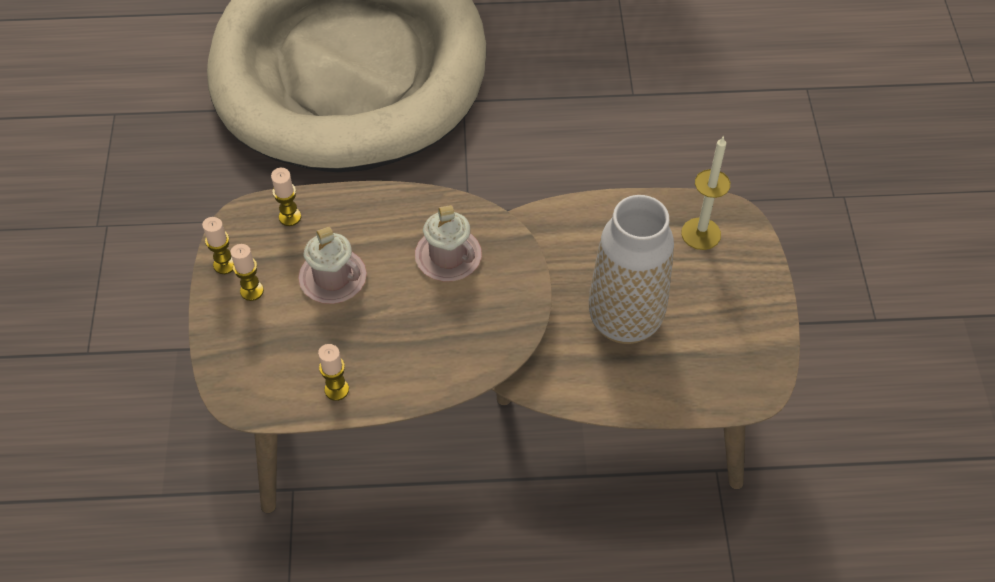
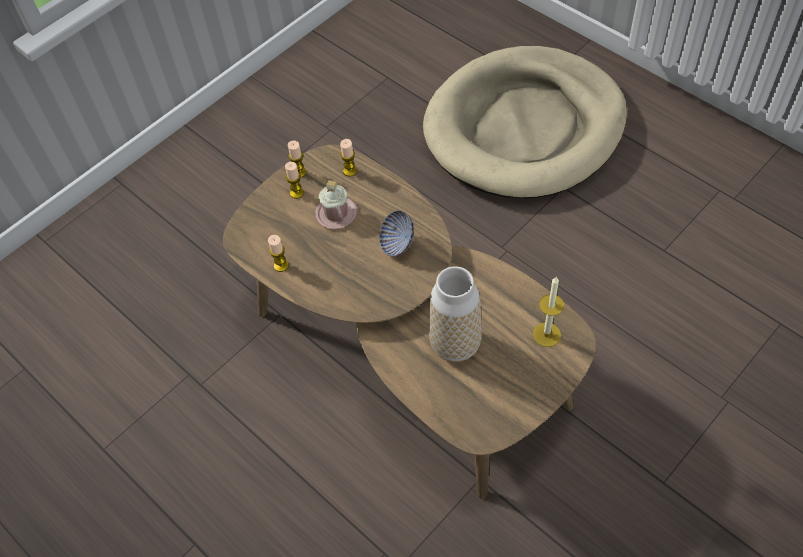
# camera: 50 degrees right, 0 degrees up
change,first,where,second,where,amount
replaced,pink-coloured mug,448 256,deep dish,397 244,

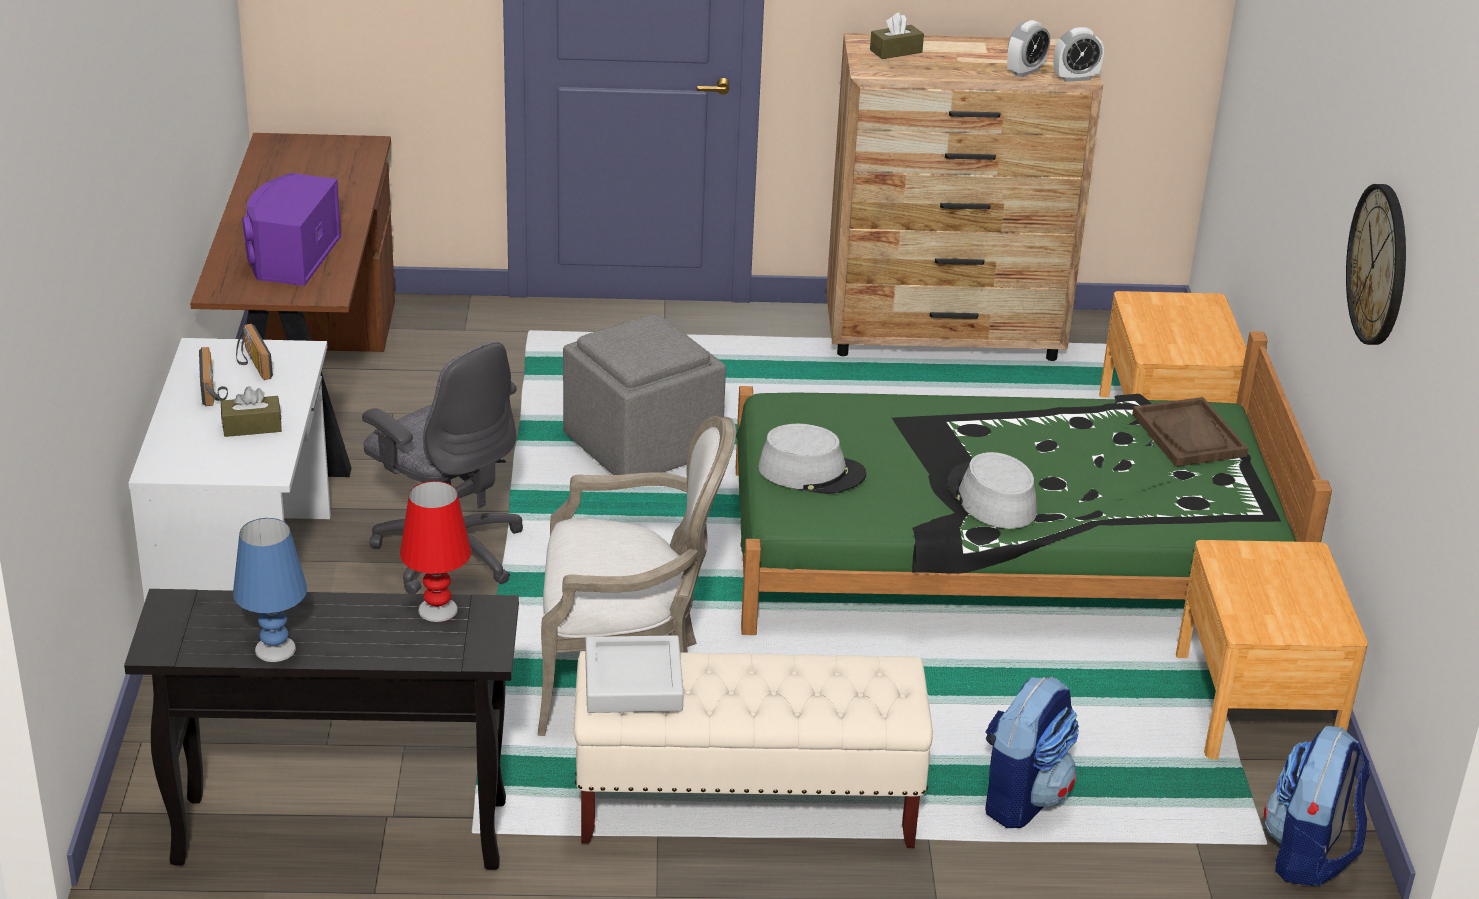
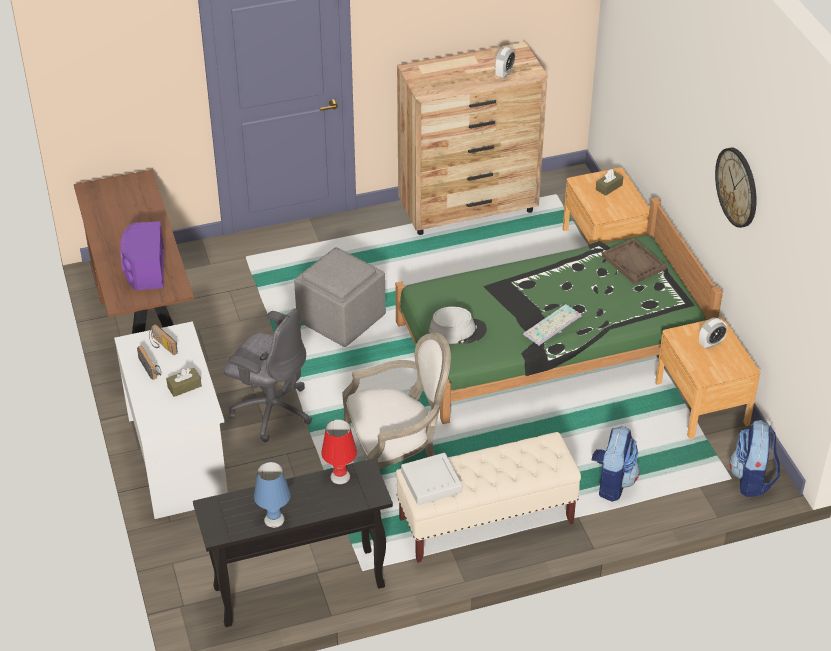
# camera: 15 degrees left, 10 degrees up
change,first,where,second,where,amount
moved,brown tissue holder,896 51,,609 187,
moved,bedside clock,1075 78,,711 343,
replaced,grey clothing hat,991 498,PC keyboard,552 326,

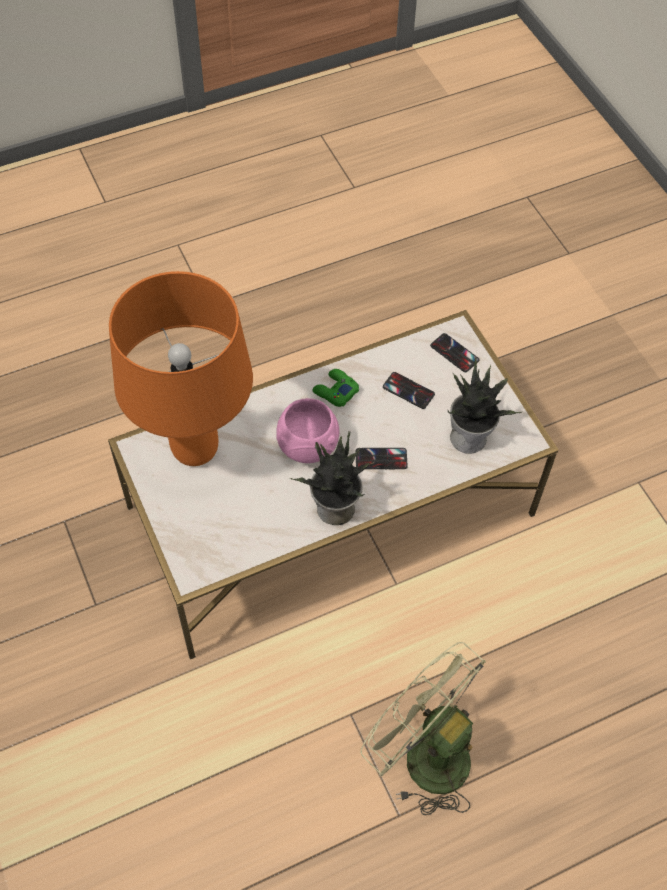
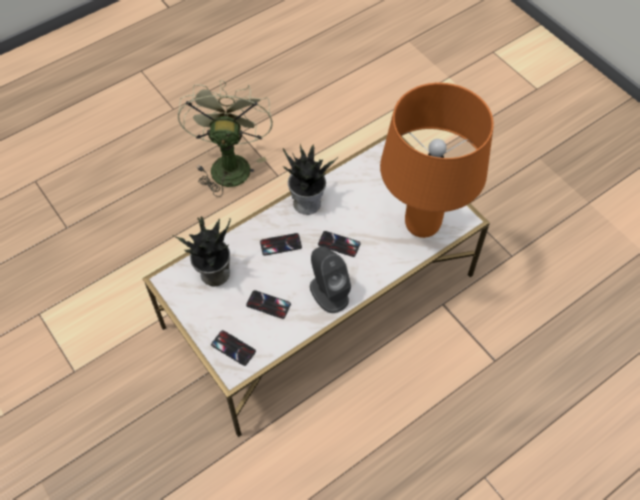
# camera: 170 degrees right, 0 degrees up
change,first,where,second,where,amount
replaced,green joypad,335 391,grey audio speaker,328 292,
replaced,pink-coloured deep dish,307 446,phone,339 244,
turned,green electric fan,423 753,,229 163,120 degrees counterclockwise

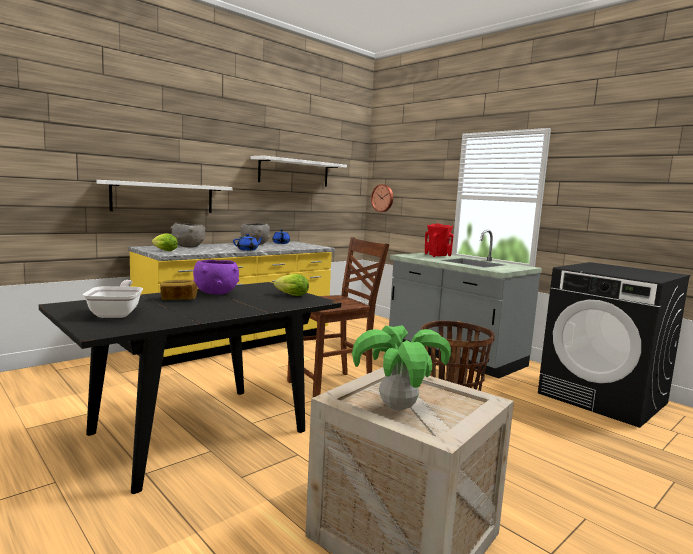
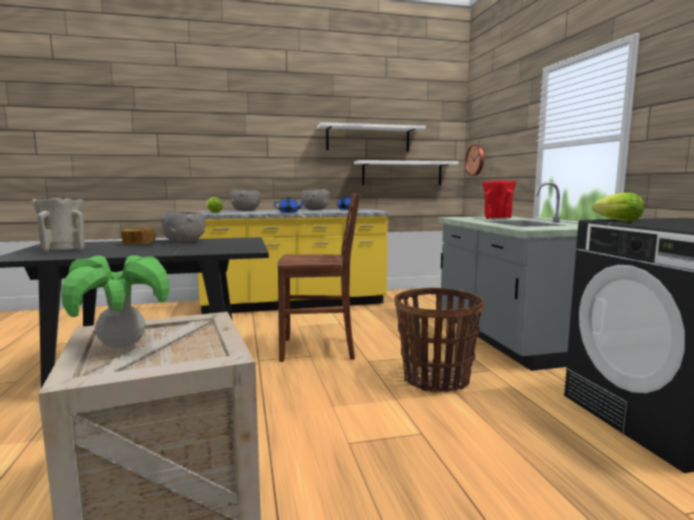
# camera: 30 degrees right, 0 degrees up
change,first,where,second,where,amount
moved,whitish wall shelf,163 197,,402 173,
recoloured,purple-coloured deep dish,216 293,grey deep dish,184 242,
moved,lettuce head,290 295,,615 221,
replaced,skillet,117 313,beige-coloured vase,63 249,

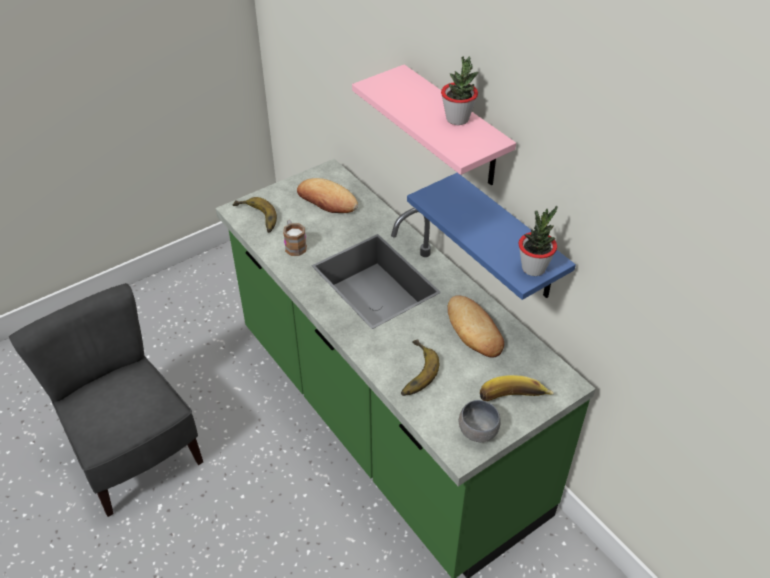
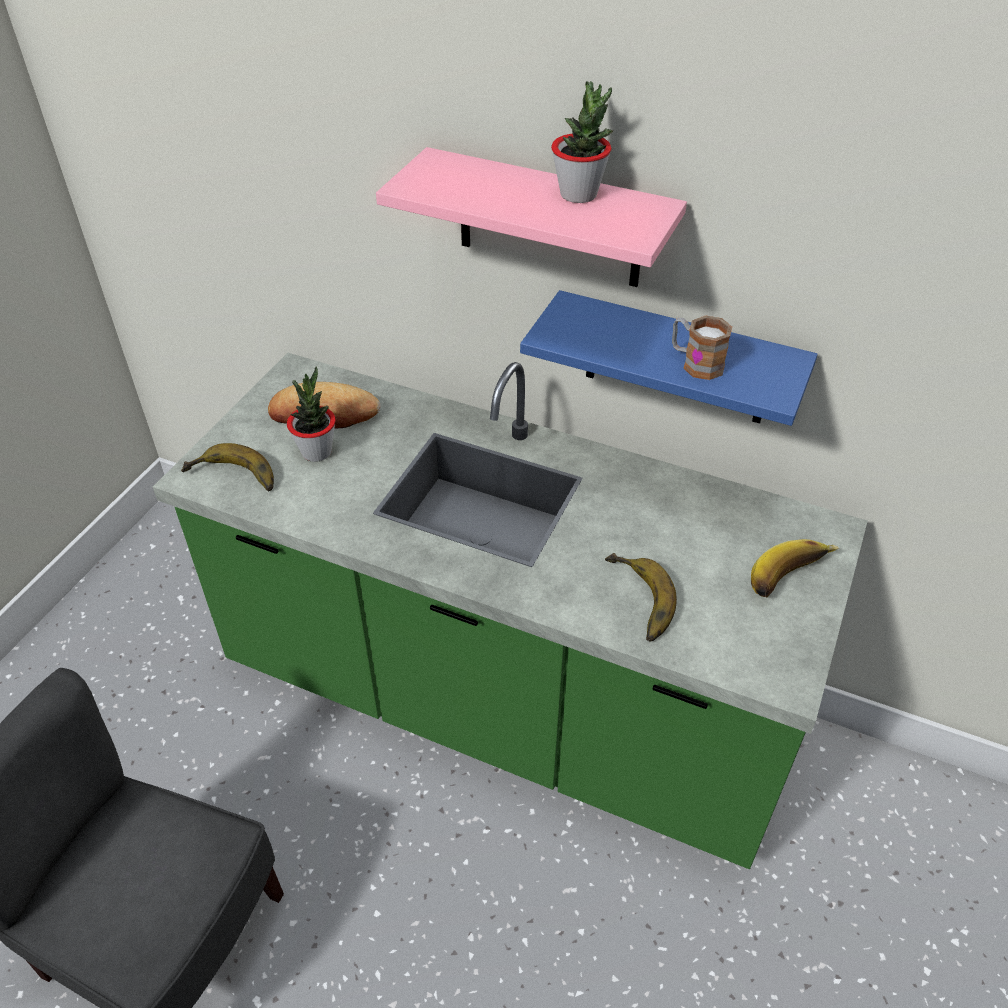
# camera: 30 degrees left, 0 degrees up
change,first,where,second,where,amount
moved,houseplant,533 268,,316 451,
moved,mug,294 245,,695 363,
removed,bread,474 330,,,
removed,grey deep dish,479 432,,,

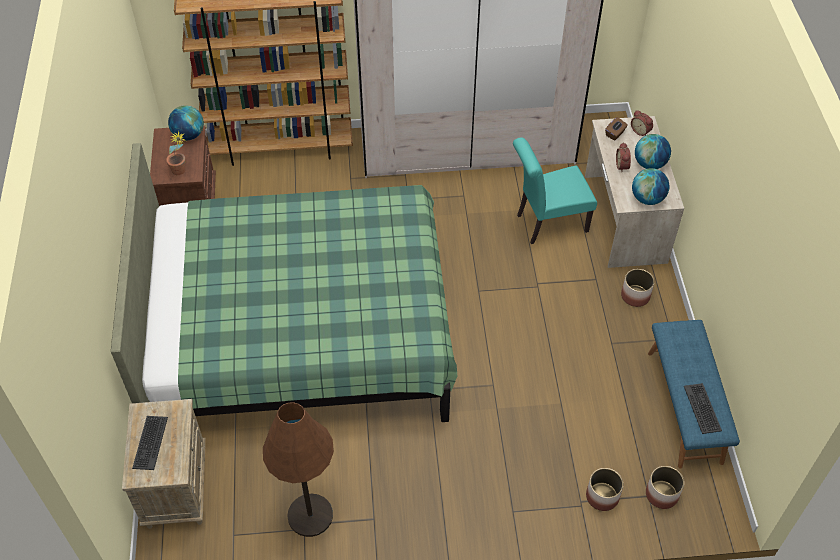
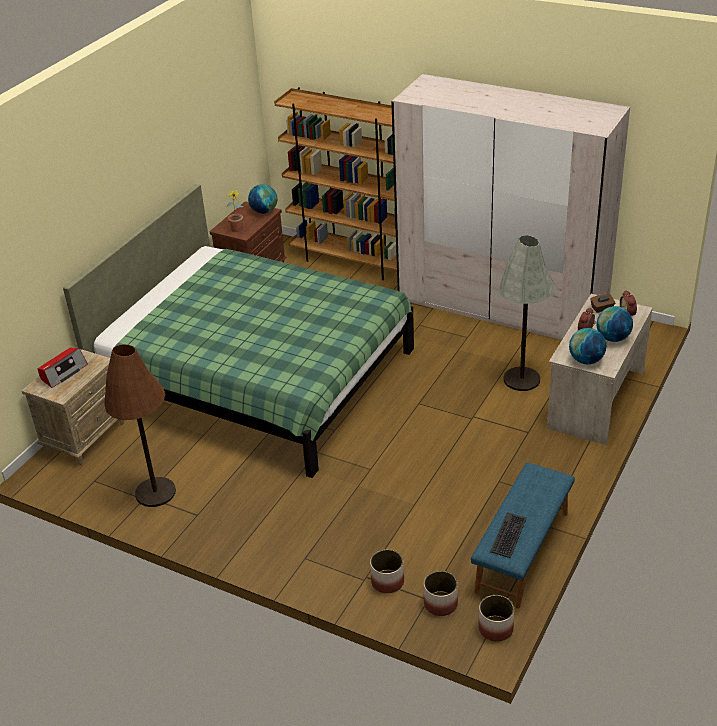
# camera: 35 degrees right, 15 degrees down
change,first,where,second,where,amount
replaced,turquoise-coloured upright chair,547 223,grey standard lamp,521 379,
moved,flower pot,635 296,,496 629,
replaced,PC keyboard,150 442,radio receiver,63 372,

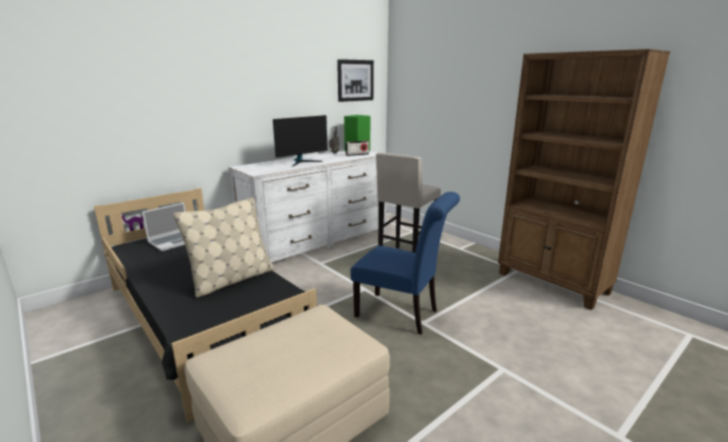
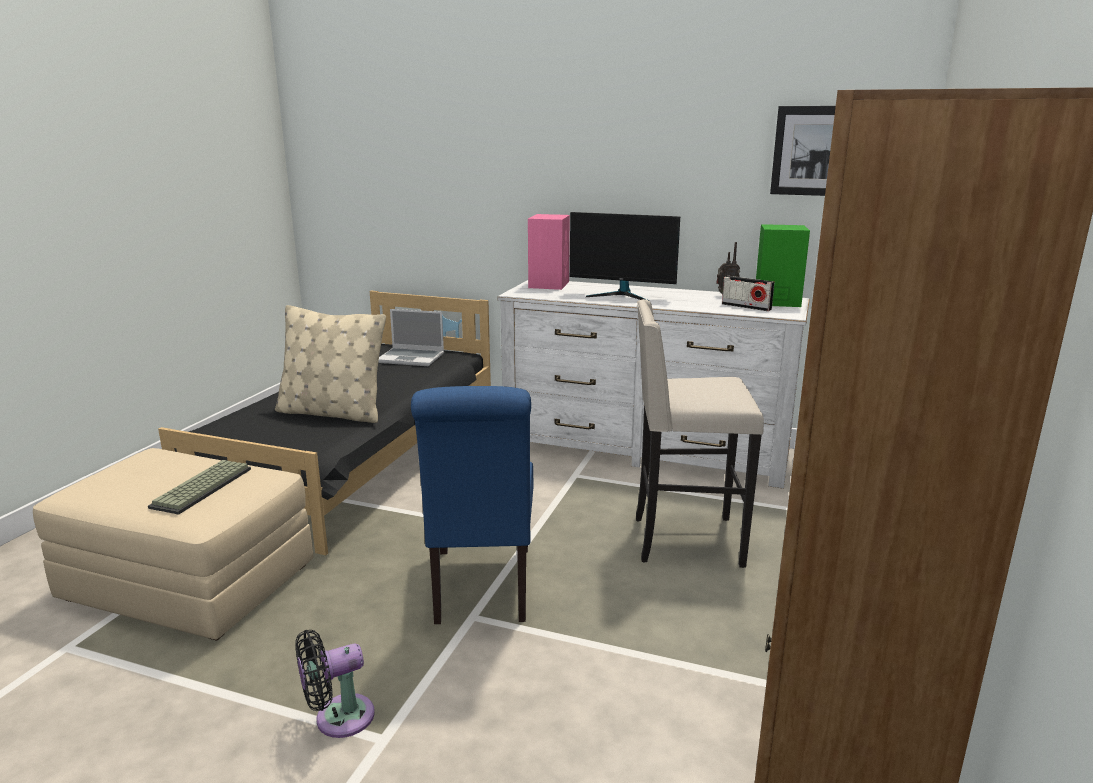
# camera: 60 degrees right, 0 degrees up
change,first,where,second,where,amount
added,,,pink-coloured audio speaker,549 284,
added,,,PC keyboard,203 488,
added,,,black electric fan,338 718,

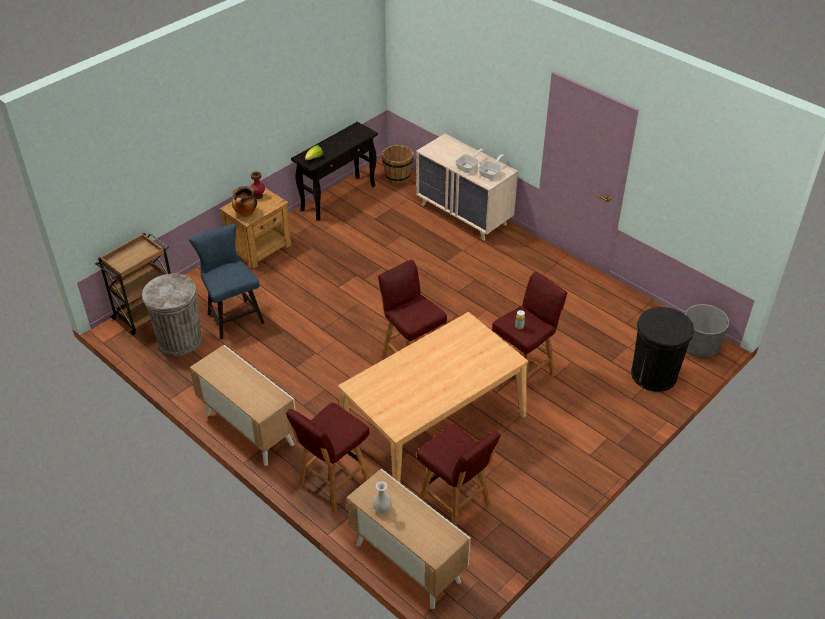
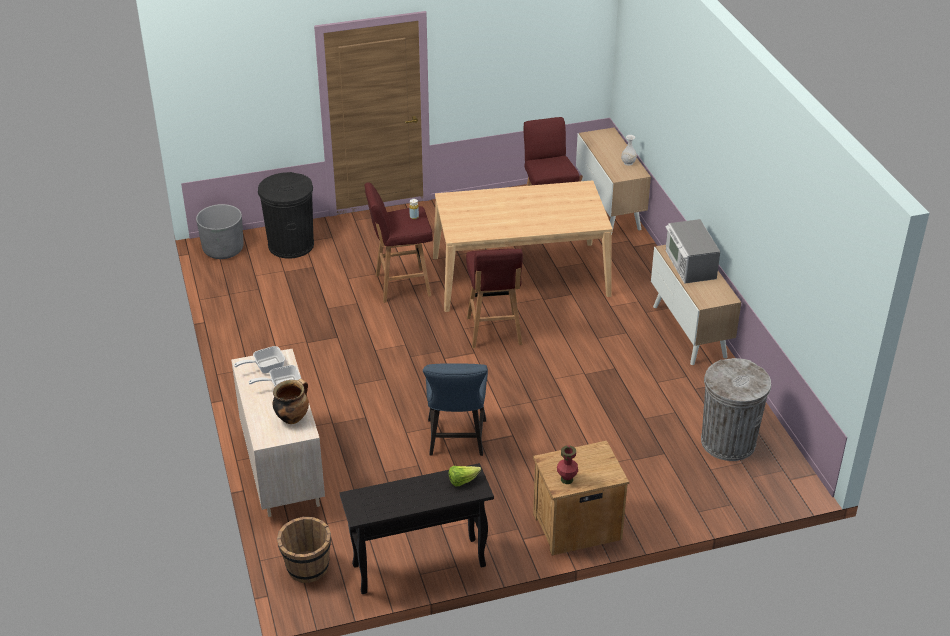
# camera: 150 degrees left, 5 degrees down
change,first,where,second,where,amount
moved,stockpot,246 213,,292 417,
moved,bluish upright chair,233 316,,456 441,
removed,brown trolley,146 312,,,
removed,red-coloured stool,332 484,,,
added,,,microwave,689 265,

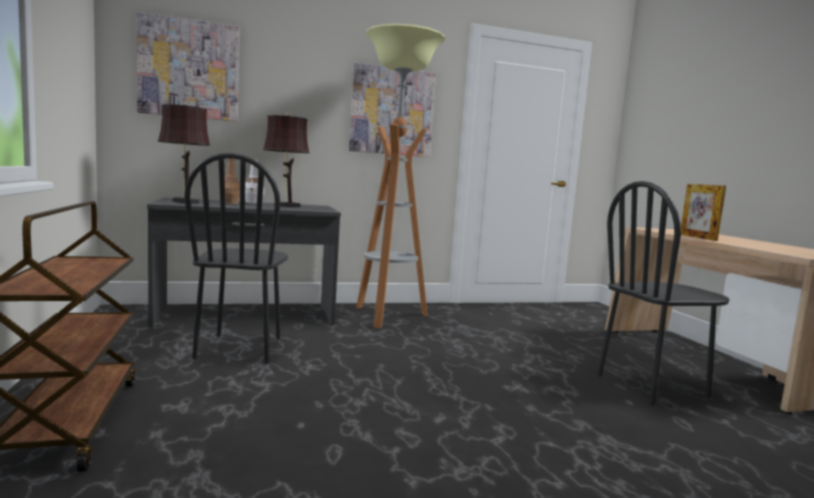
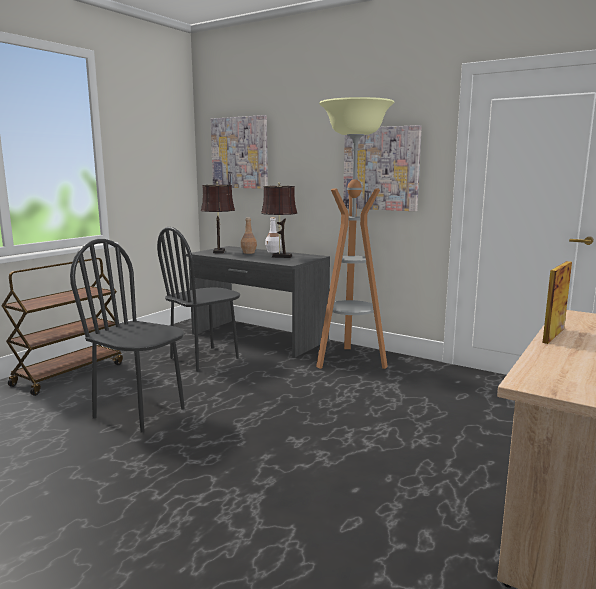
# camera: 50 degrees right, 5 degrees up
change,first,where,second,where,amount
moved,black upright chair,652 386,,140 412,

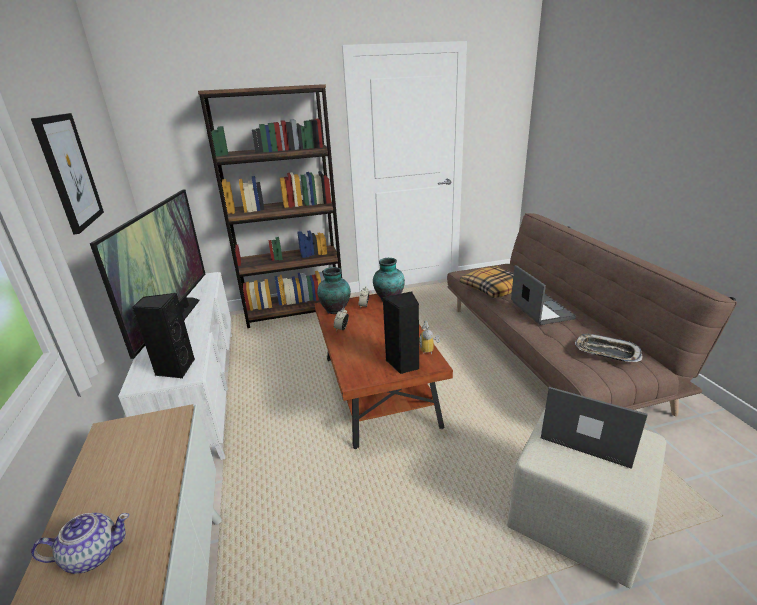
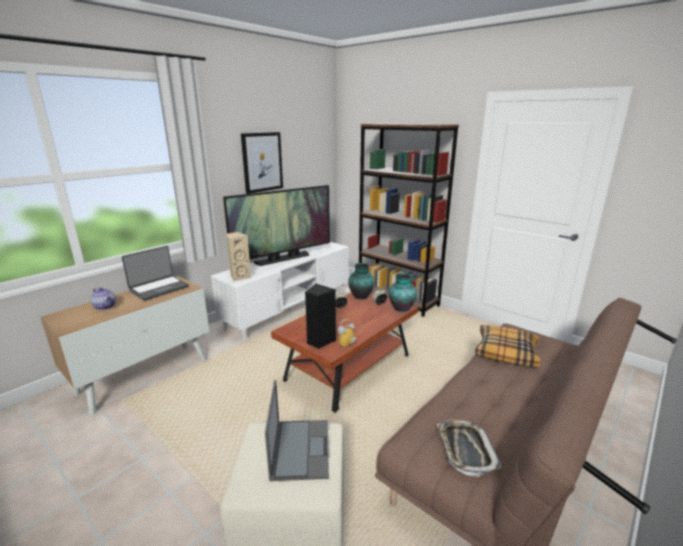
# camera: 55 degrees right, 5 degrees down
change,first,where,second,where,amount
moved,notebook computer,540 310,,159 288,
recoloured,black audio speaker,175 369,beige-coloured audio speaker,239 277,

